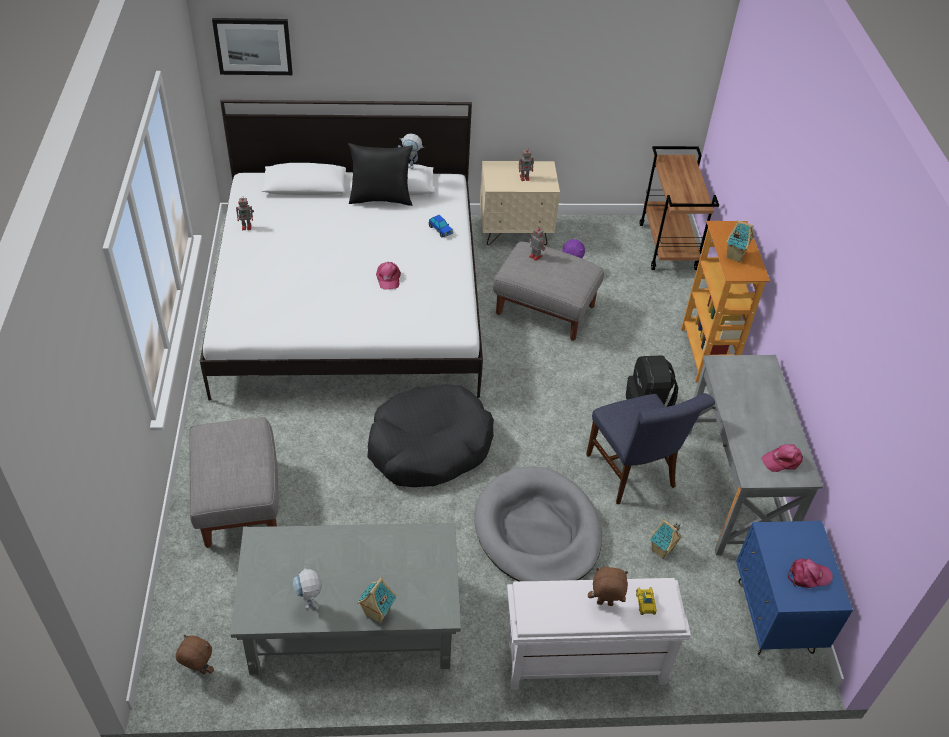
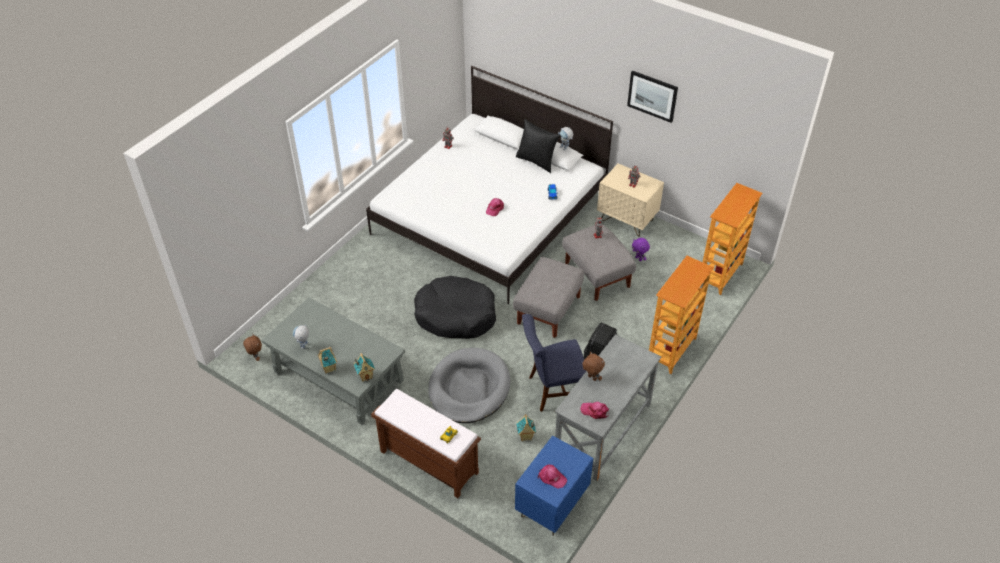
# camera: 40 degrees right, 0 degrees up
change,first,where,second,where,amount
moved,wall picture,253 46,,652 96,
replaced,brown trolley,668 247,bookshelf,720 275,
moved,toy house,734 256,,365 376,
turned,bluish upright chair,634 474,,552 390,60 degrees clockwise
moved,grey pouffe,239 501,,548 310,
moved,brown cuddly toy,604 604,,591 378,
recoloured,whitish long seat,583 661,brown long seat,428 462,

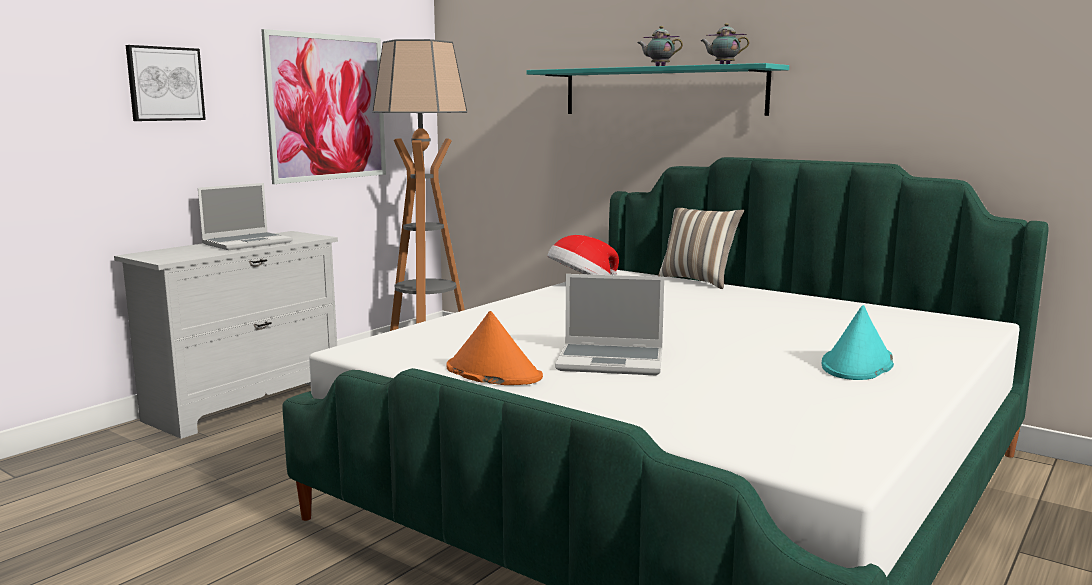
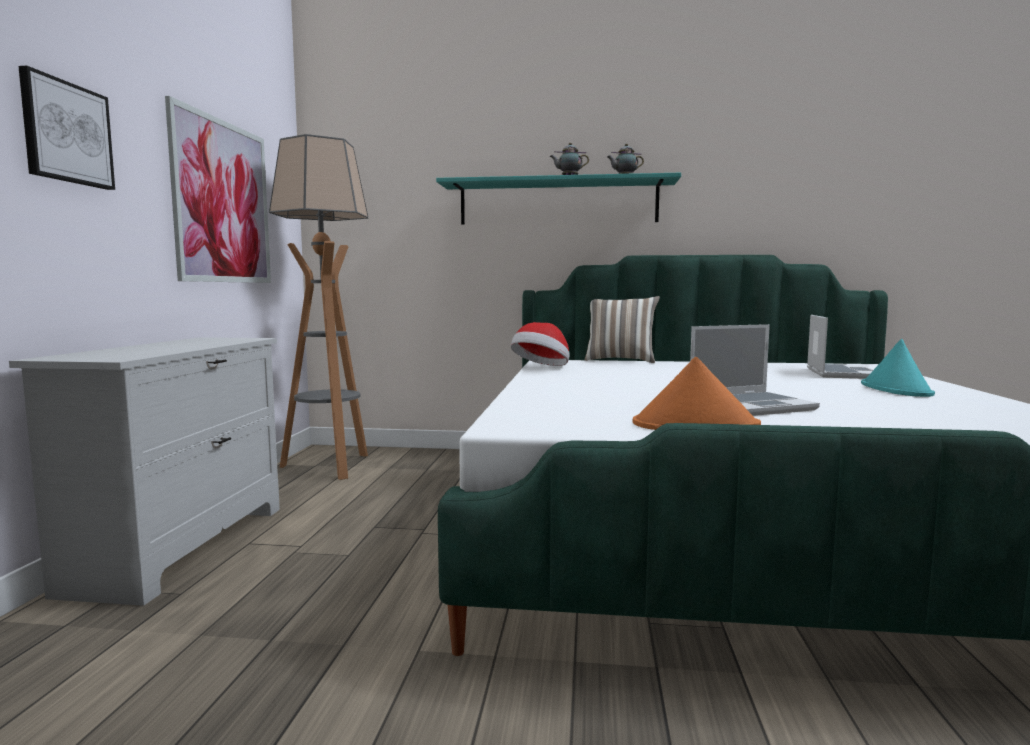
# camera: 30 degrees left, 5 degrees down
change,first,where,second,where,amount
moved,notebook computer,248 243,,840 373,

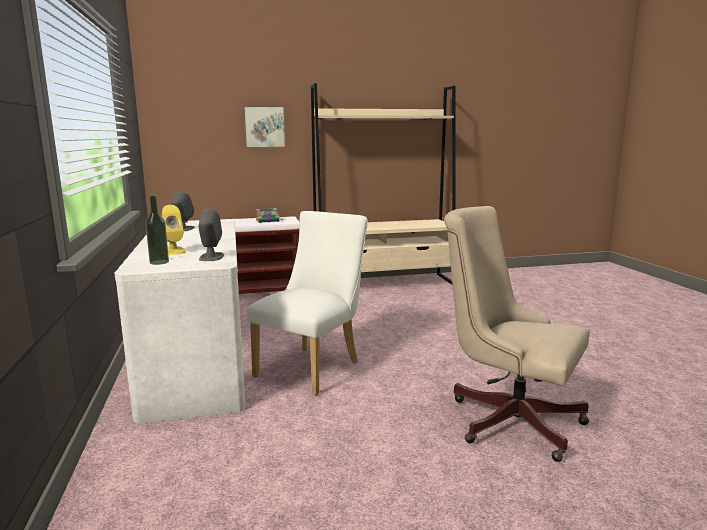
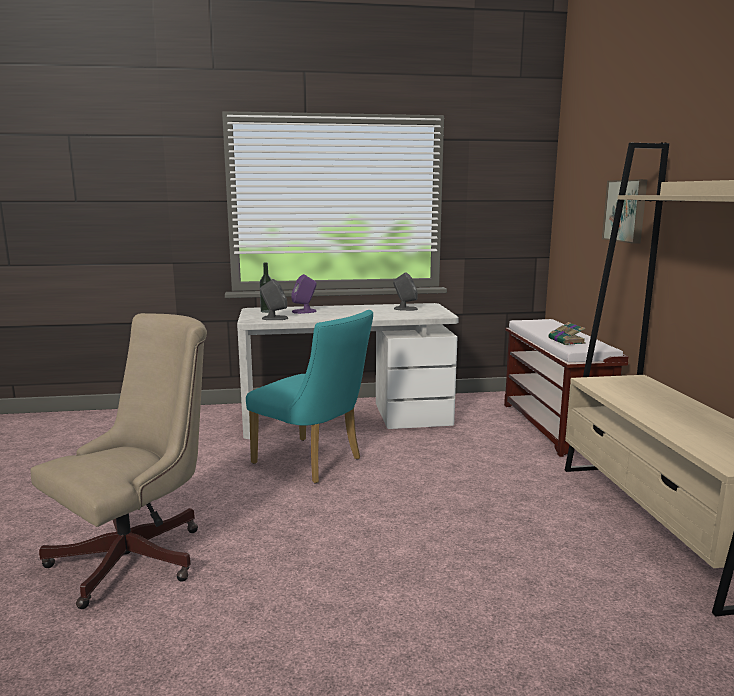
# camera: 95 degrees right, 0 degrees up
change,first,where,second,where,amount
recoloured,yellowish audio speaker,173 251,purple-coloured audio speaker,304 311,
recoloured,whitish upright chair,313 367,turquoise-coloured upright chair,313 462,

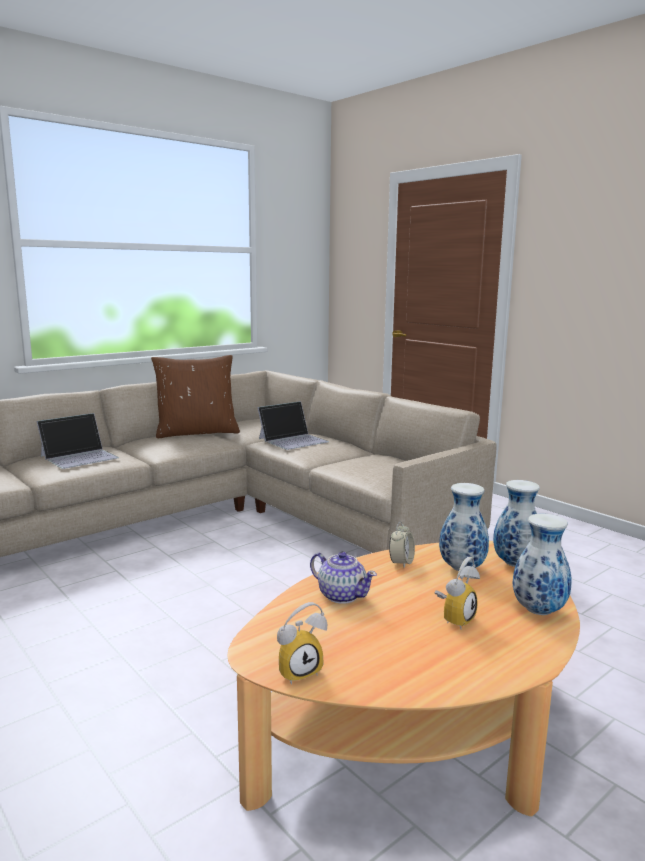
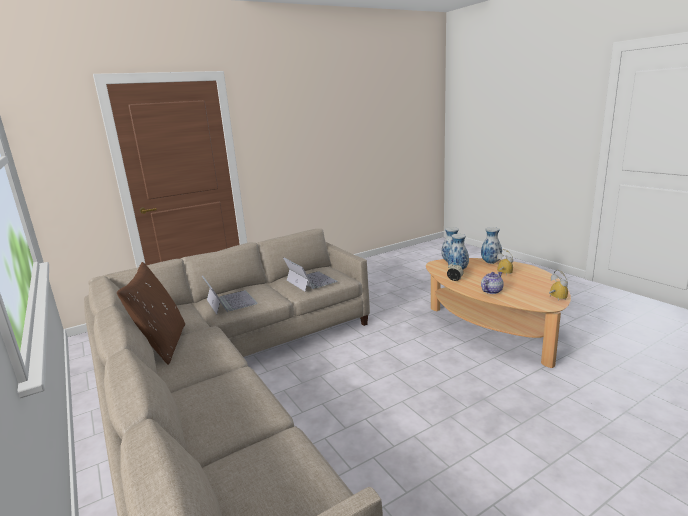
# camera: 80 degrees left, 5 degrees up
change,first,where,second,where,amount
moved,notebook computer,80 457,,310 281,

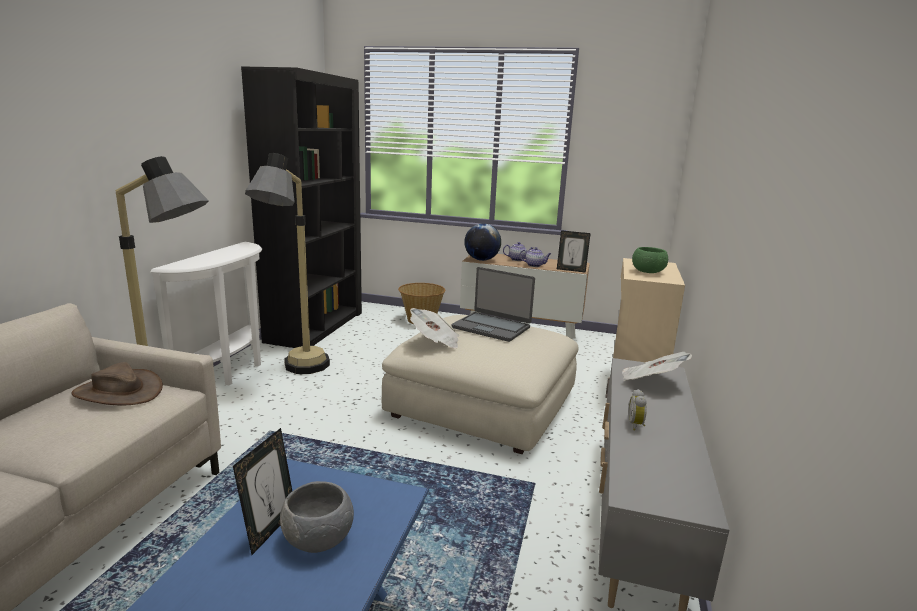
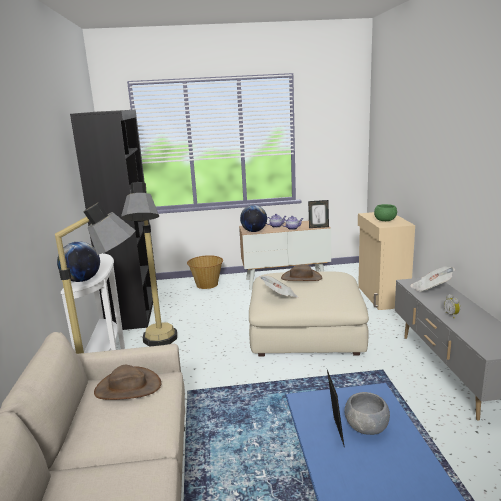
# camera: 20 degrees left, 0 degrees up
change,first,where,second,where,amount
replaced,notebook computer,491 327,brown clothing hat,301 278,
added,,,globe,82 280,

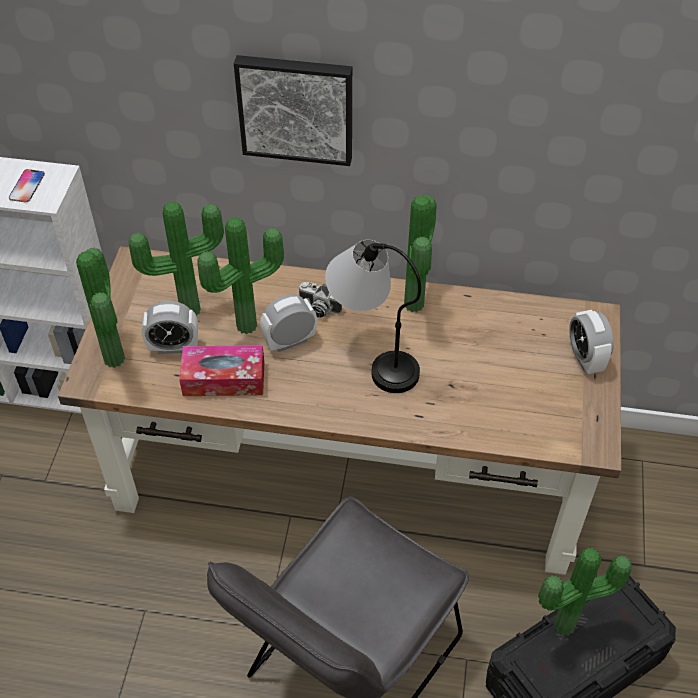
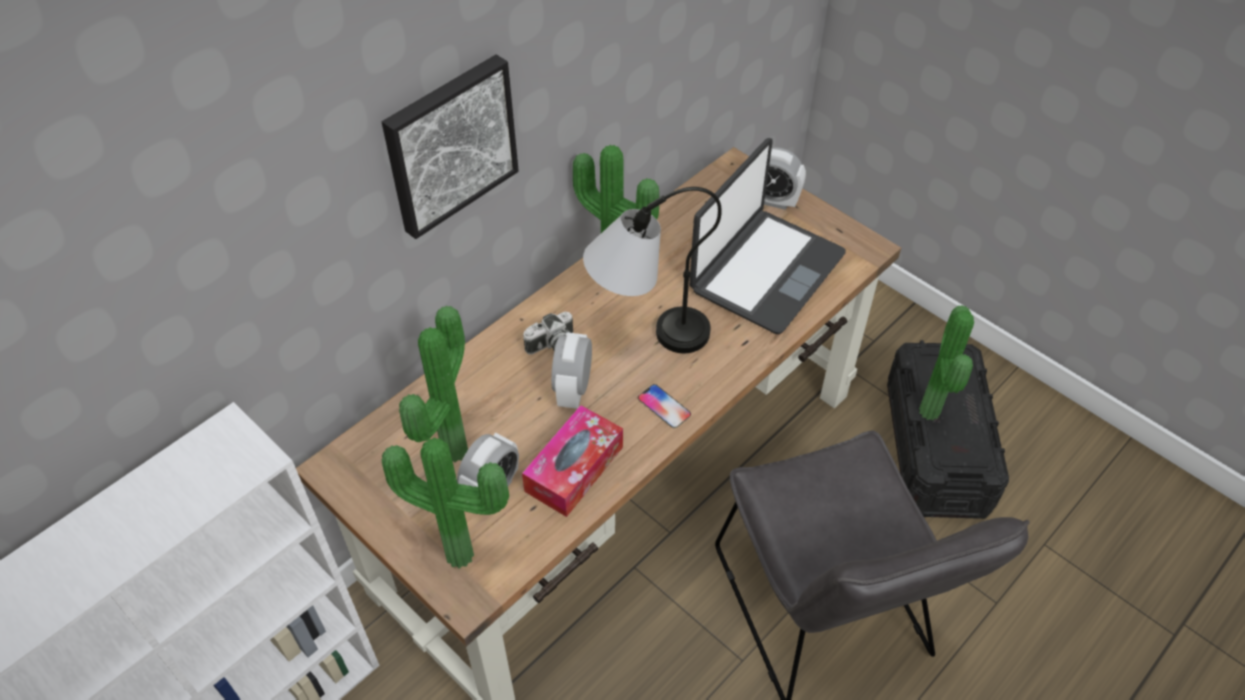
# camera: 55 degrees left, 0 degrees up
change,first,where,second,where,amount
moved,phone,27 186,,664 407,
removed,houseplant,249 328,,,
added,,,notebook computer,765 271,

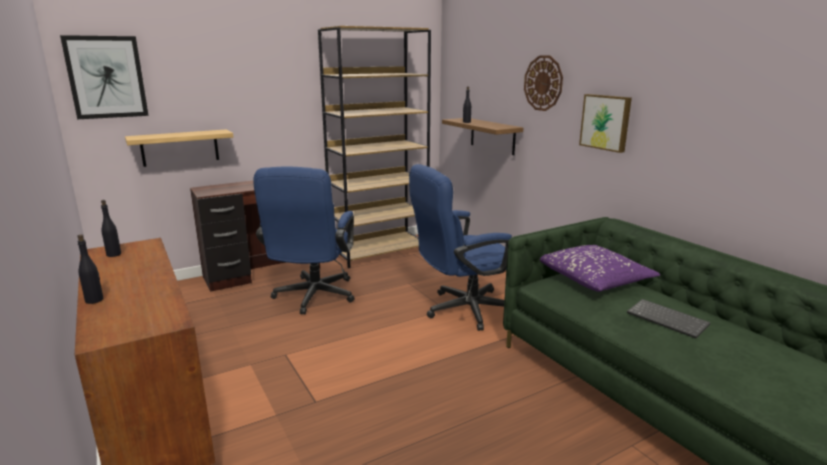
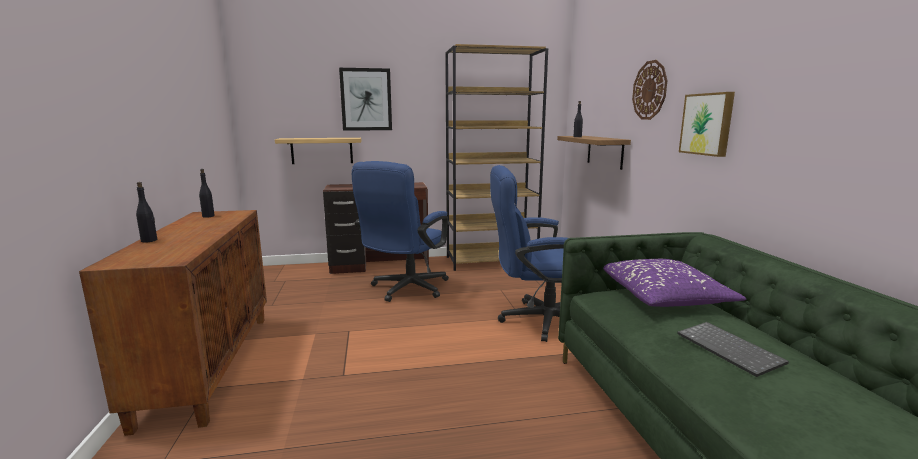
# camera: 20 degrees right, 5 degrees down
change,first,where,second,where,amount
moved,wall picture,106 77,,366 99,

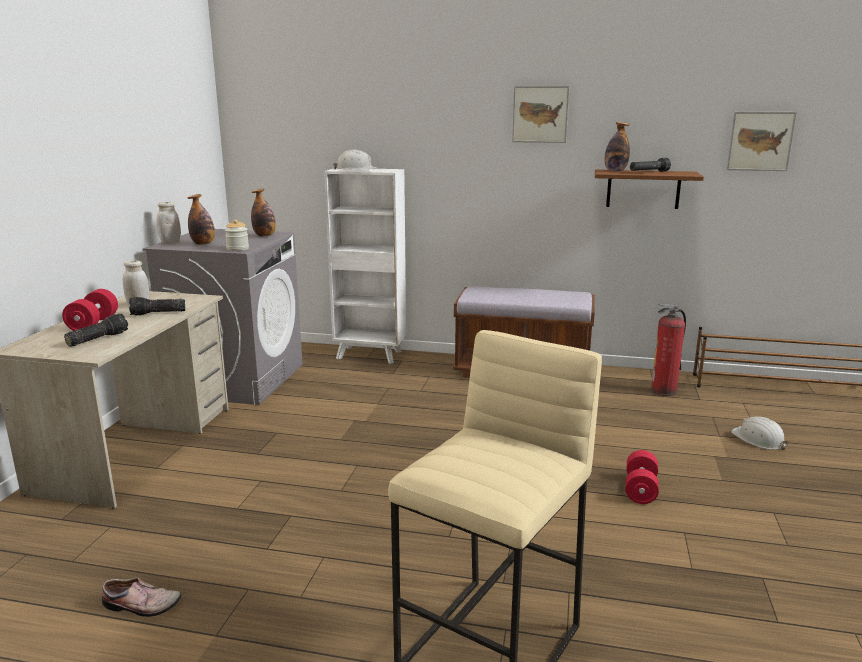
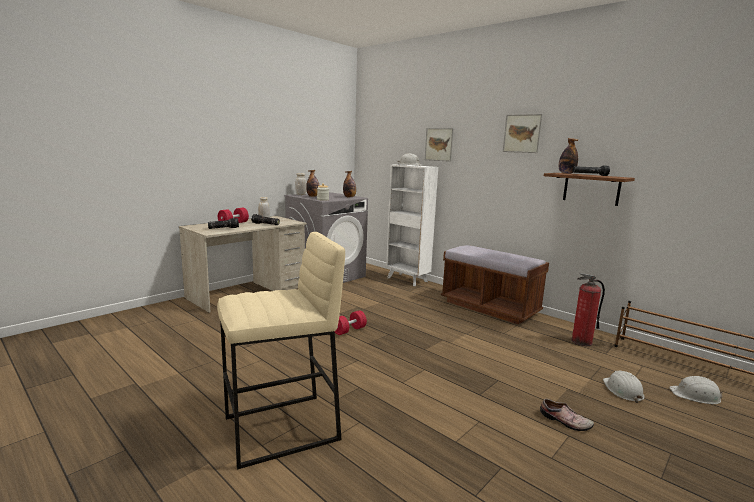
# camera: 30 degrees right, 5 degrees down
change,first,where,second,where,amount
moved,wall picture,760 141,,439 144,
moved,red-coloured hand weight,640 489,,349 330,
moved,low shoe,141 606,,565 422,
added,,,whitish work helmet,696 395,

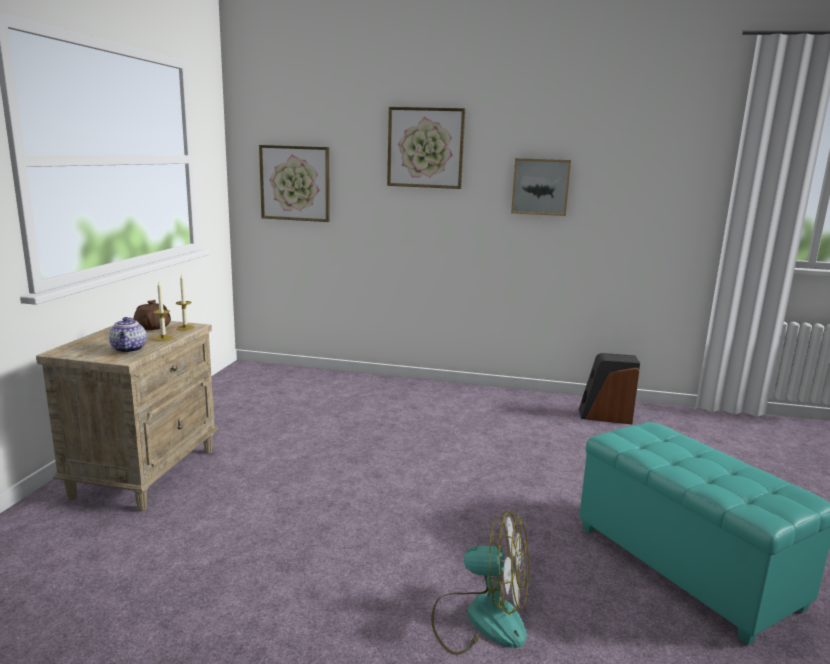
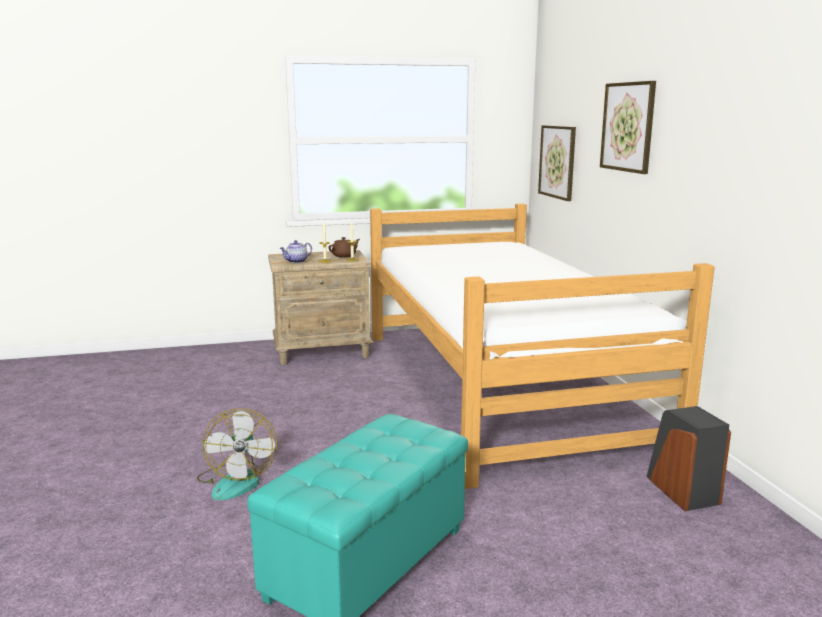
# camera: 65 degrees right, 0 degrees up
change,first,where,second,where,amount
removed,wall picture,540 187,,,
added,,,sleeping bed,499 386,

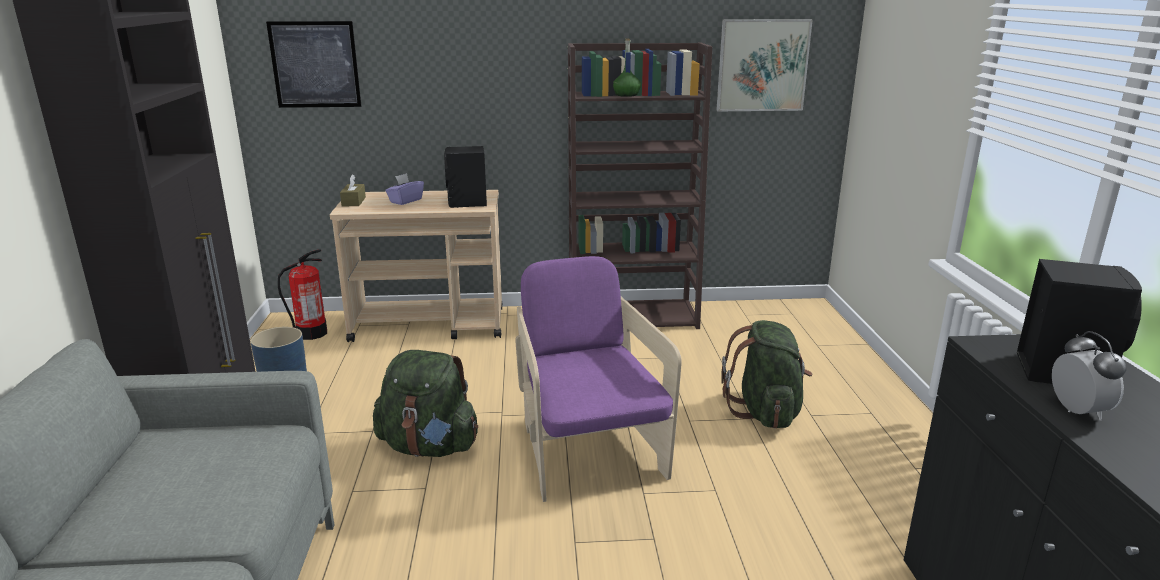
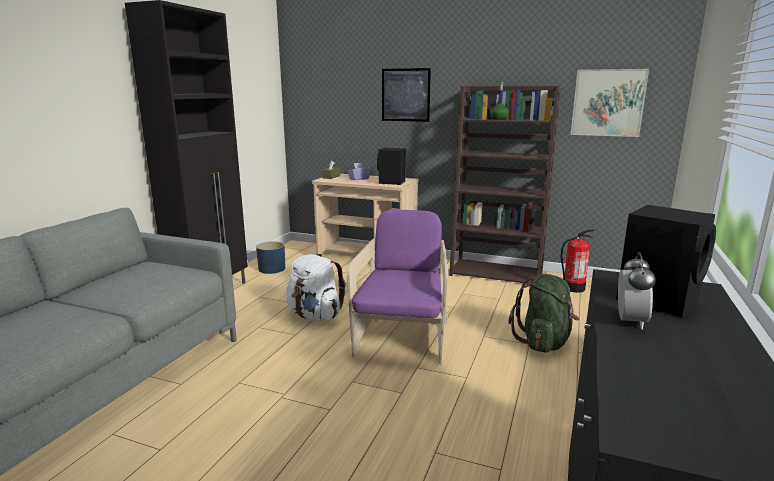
# camera: 25 degrees right, 5 degrees down
change,first,where,second,where,amount
moved,wall picture,315 64,,405 95,
moved,extinguisher,311 333,,573 288,
recoloured,green backpack,429 447,whitish backpack,315 316,

